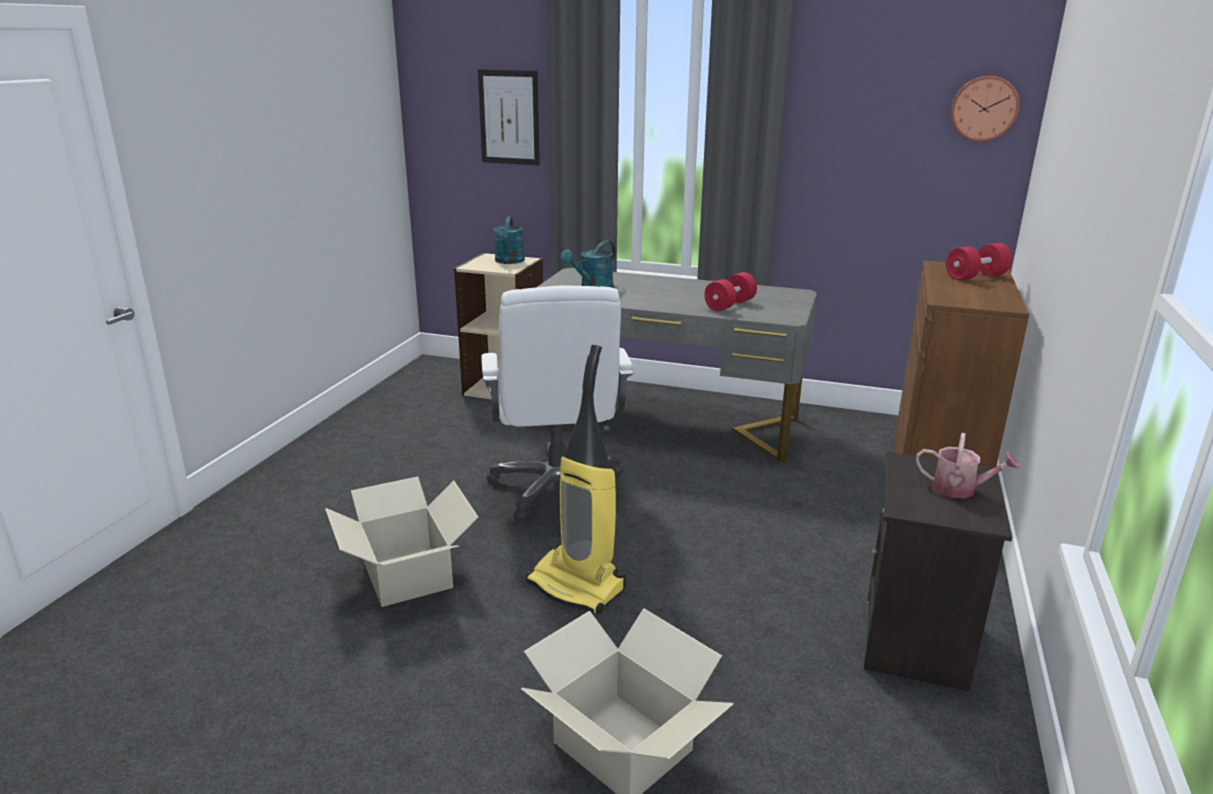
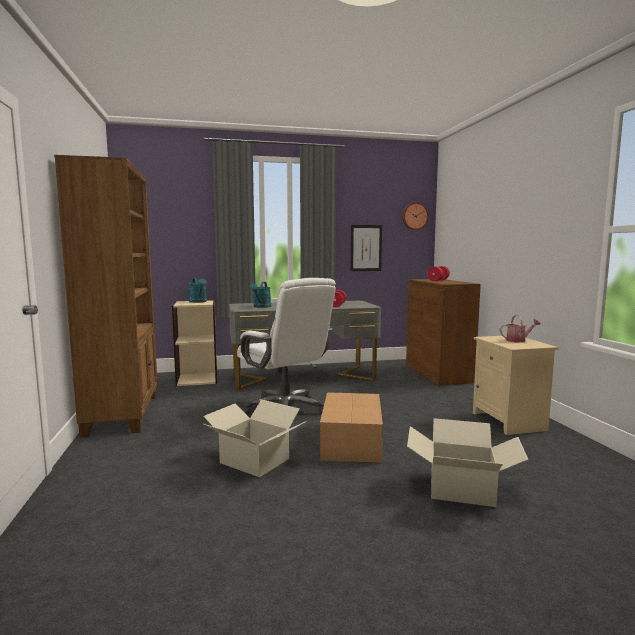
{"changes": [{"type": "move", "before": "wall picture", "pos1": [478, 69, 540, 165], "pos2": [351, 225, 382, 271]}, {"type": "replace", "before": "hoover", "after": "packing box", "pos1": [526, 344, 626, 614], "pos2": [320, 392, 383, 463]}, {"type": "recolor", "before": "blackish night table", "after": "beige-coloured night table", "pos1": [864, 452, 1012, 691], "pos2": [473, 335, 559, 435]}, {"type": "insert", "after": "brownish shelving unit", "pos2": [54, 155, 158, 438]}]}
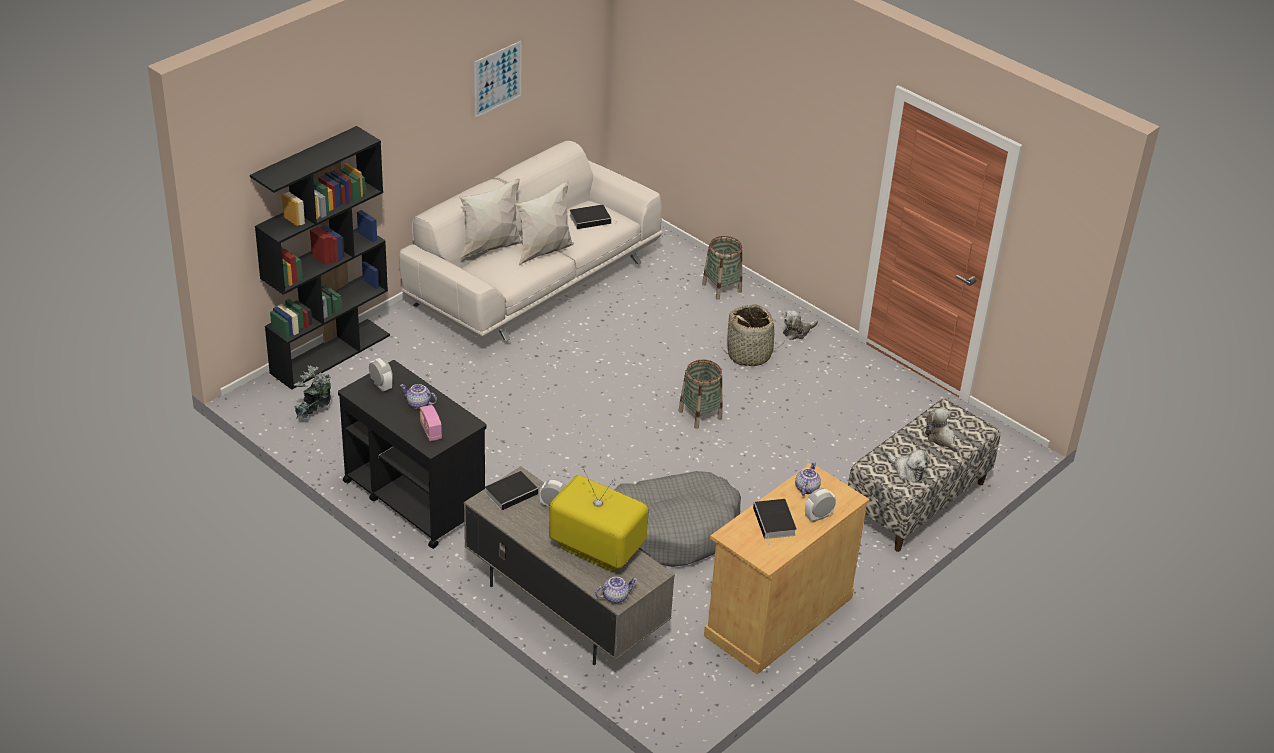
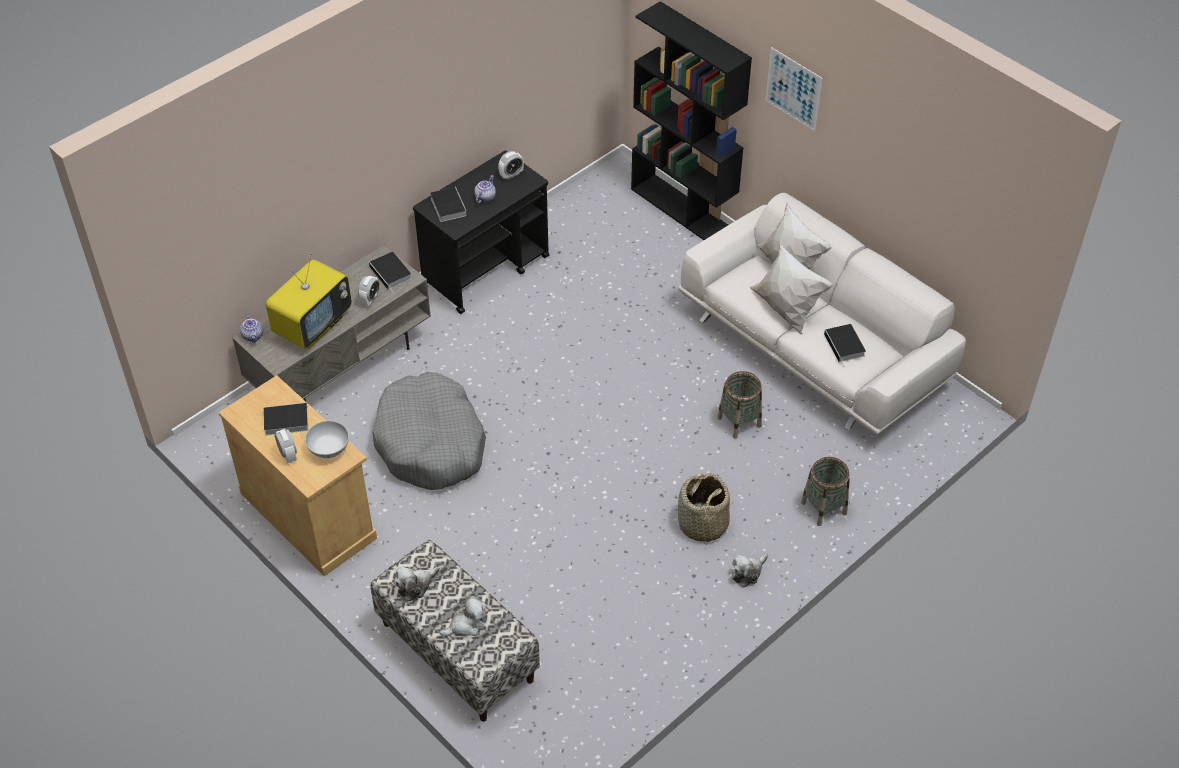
{"changes": [{"type": "delete", "before": "houseplant", "pos1": [294, 365, 331, 419]}, {"type": "replace", "before": "radio", "after": "book", "pos1": [420, 405, 442, 441], "pos2": [430, 187, 467, 222]}, {"type": "move", "before": "wall picture", "pos1": [474, 41, 522, 118], "pos2": [765, 47, 823, 131]}, {"type": "move", "before": "storage basket", "pos1": [678, 360, 723, 429], "pos2": [717, 371, 762, 439]}, {"type": "rotate", "before": "plush toy", "pos1": [783, 310, 818, 340], "pos2": [732, 554, 768, 588], "turn": -105}, {"type": "replace", "before": "teapot", "after": "white-coloured serving bowl", "pos1": [795, 462, 821, 496], "pos2": [305, 421, 349, 458]}]}
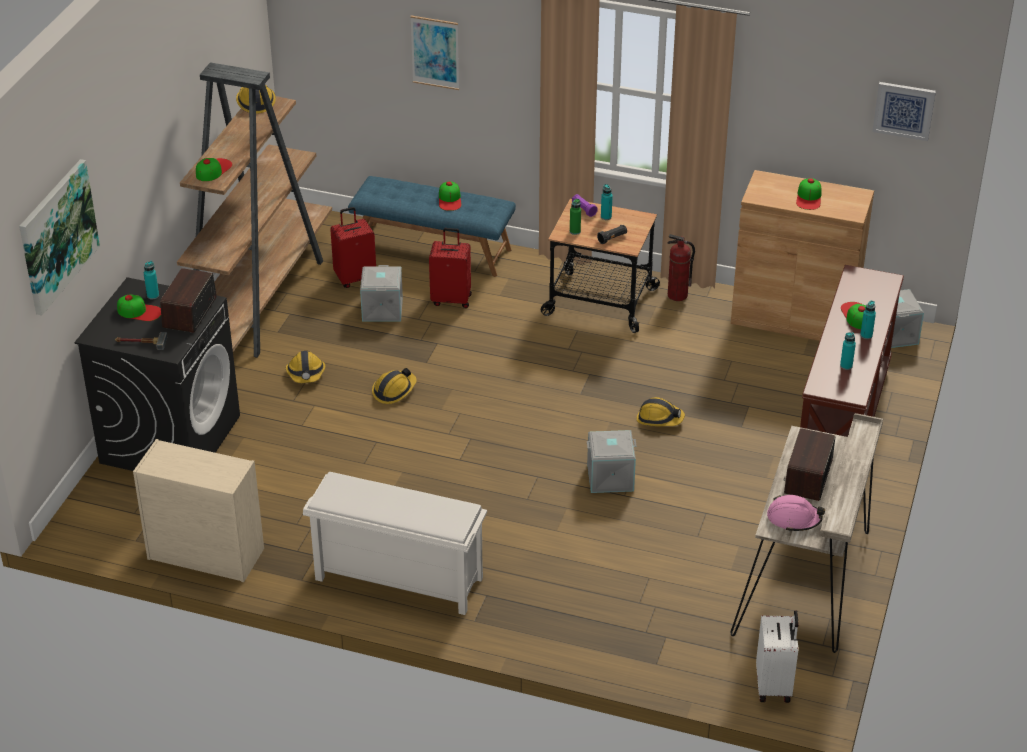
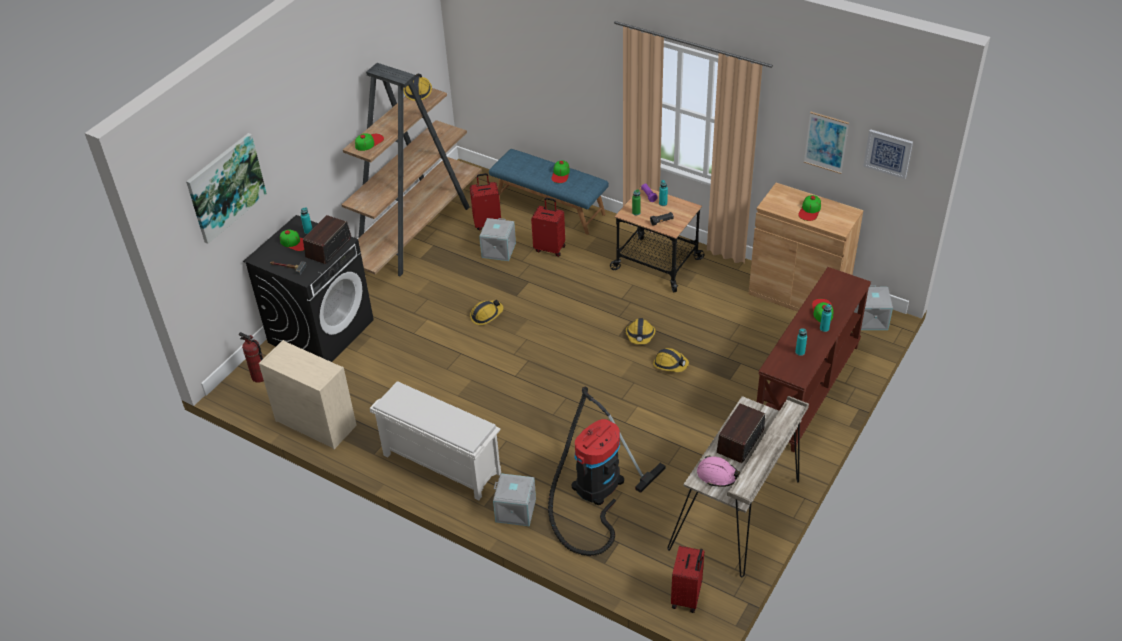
{"changes": [{"type": "move", "before": "safety helmet", "pos1": [286, 351, 325, 383], "pos2": [626, 318, 655, 344]}, {"type": "move", "before": "wall picture", "pos1": [410, 16, 459, 90], "pos2": [804, 112, 849, 174]}, {"type": "move", "before": "greyish storage bin", "pos1": [587, 430, 637, 493], "pos2": [493, 473, 536, 526]}, {"type": "move", "before": "fire extinguisher", "pos1": [667, 234, 695, 301], "pos2": [239, 332, 264, 383]}, {"type": "recolor", "before": "white-coloured suitcase", "after": "red suitcase", "pos1": [756, 610, 799, 703], "pos2": [671, 546, 704, 613]}, {"type": "insert", "after": "hoover", "pos2": [548, 386, 665, 556]}]}
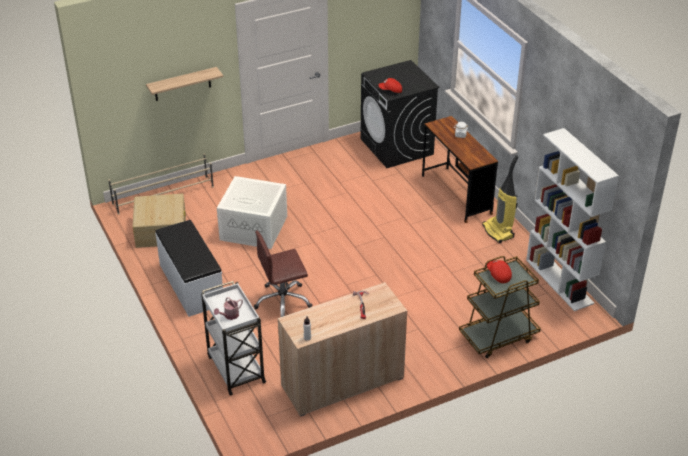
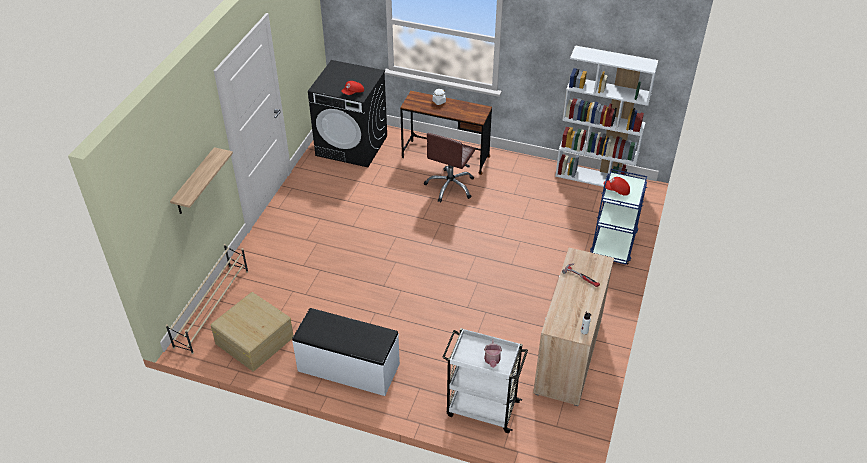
{"changes": [{"type": "delete", "before": "white-coloured storage bin", "pos1": [217, 176, 287, 249]}, {"type": "move", "before": "brownish desk chair", "pos1": [254, 231, 312, 317], "pos2": [424, 133, 475, 202]}, {"type": "recolor", "before": "brownish trolley", "after": "blue-coloured trolley", "pos1": [459, 256, 541, 358], "pos2": [590, 169, 647, 265]}, {"type": "delete", "before": "hoover", "pos1": [482, 155, 519, 243]}]}
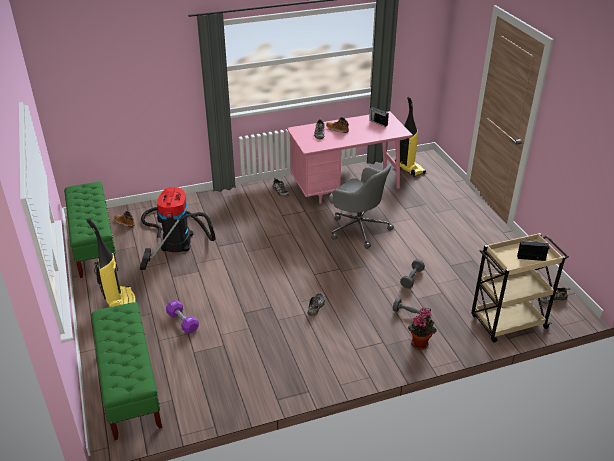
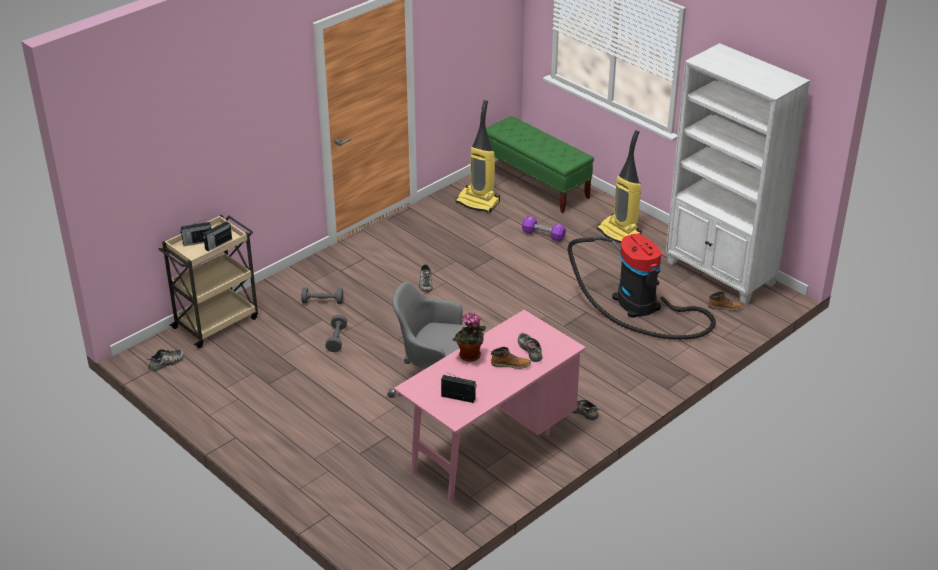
{"changes": [{"type": "replace", "before": "green indoor bench", "after": "white-coloured shelving unit", "pos1": [64, 182, 118, 278], "pos2": [666, 43, 810, 304]}, {"type": "move", "before": "hoover", "pos1": [395, 97, 426, 177], "pos2": [455, 100, 500, 213]}, {"type": "move", "before": "houseplant", "pos1": [408, 308, 437, 350], "pos2": [453, 312, 486, 362]}, {"type": "insert", "after": "radio", "pos2": [203, 219, 232, 252]}]}
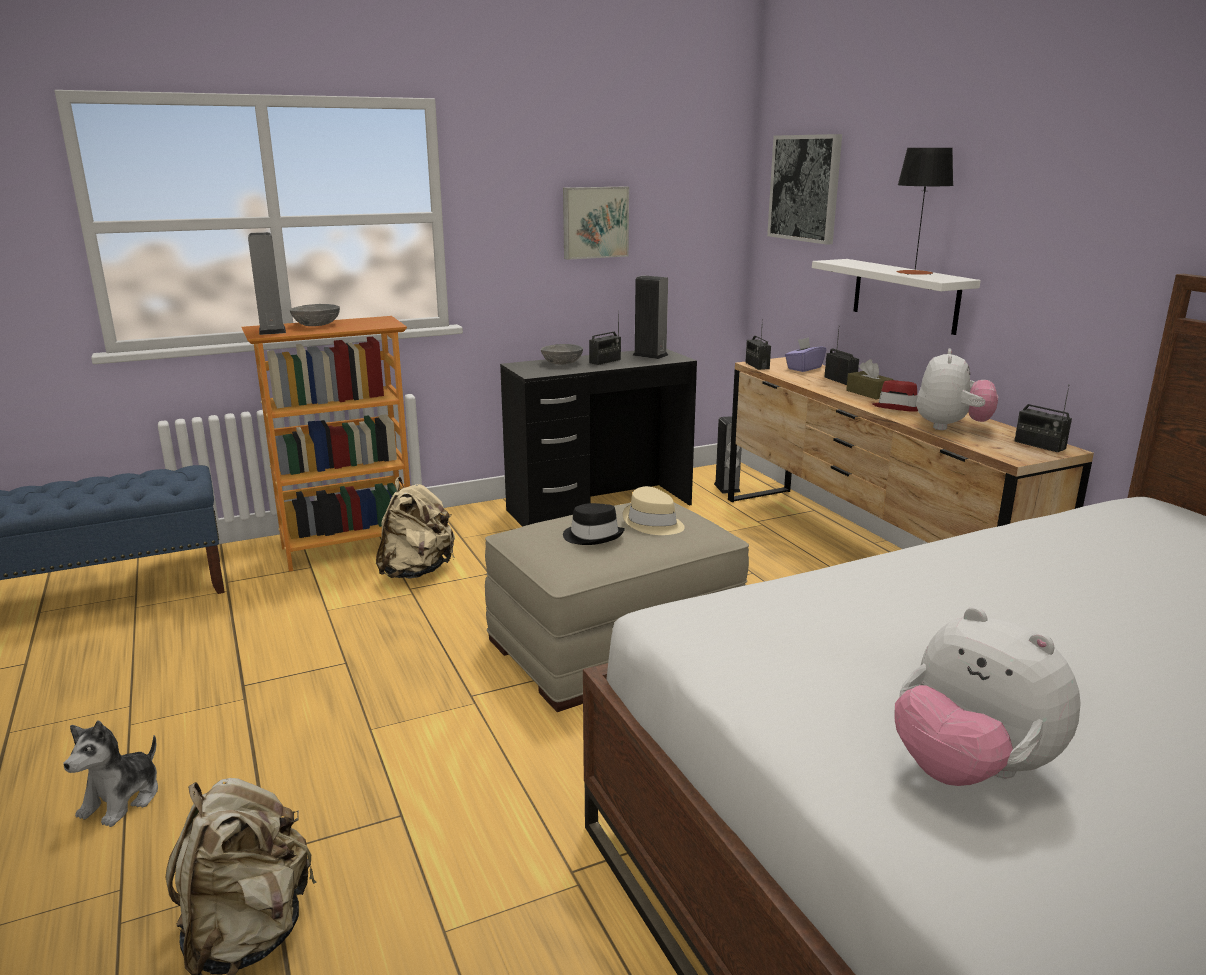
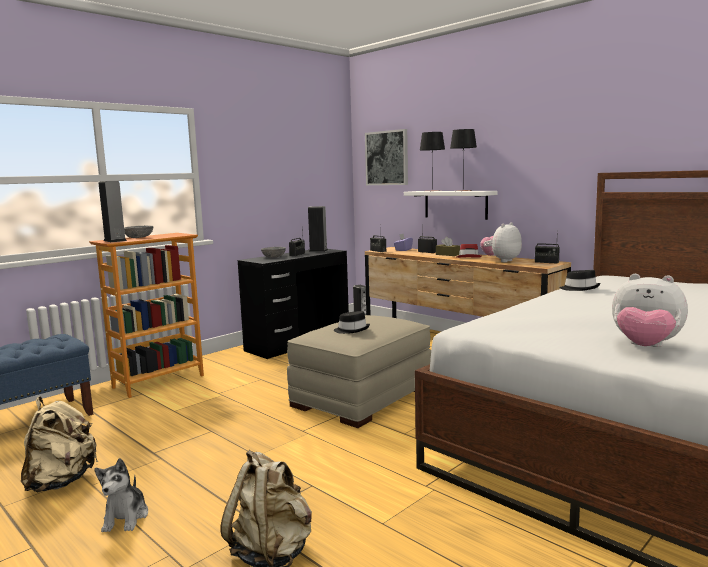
{"changes": [{"type": "move", "before": "beige-coloured rucksack", "pos1": [376, 477, 455, 579], "pos2": [21, 396, 98, 492]}, {"type": "delete", "before": "wall picture", "pos1": [563, 186, 629, 260]}, {"type": "delete", "before": "beige-coloured hat", "pos1": [623, 486, 685, 535]}, {"type": "rotate", "before": "plush toy", "pos1": [917, 348, 998, 430], "pos2": [480, 222, 522, 262], "turn": -135}, {"type": "insert", "after": "blackish table lamp", "pos2": [420, 132, 445, 191]}, {"type": "insert", "after": "blackish hat", "pos2": [560, 270, 600, 291]}]}
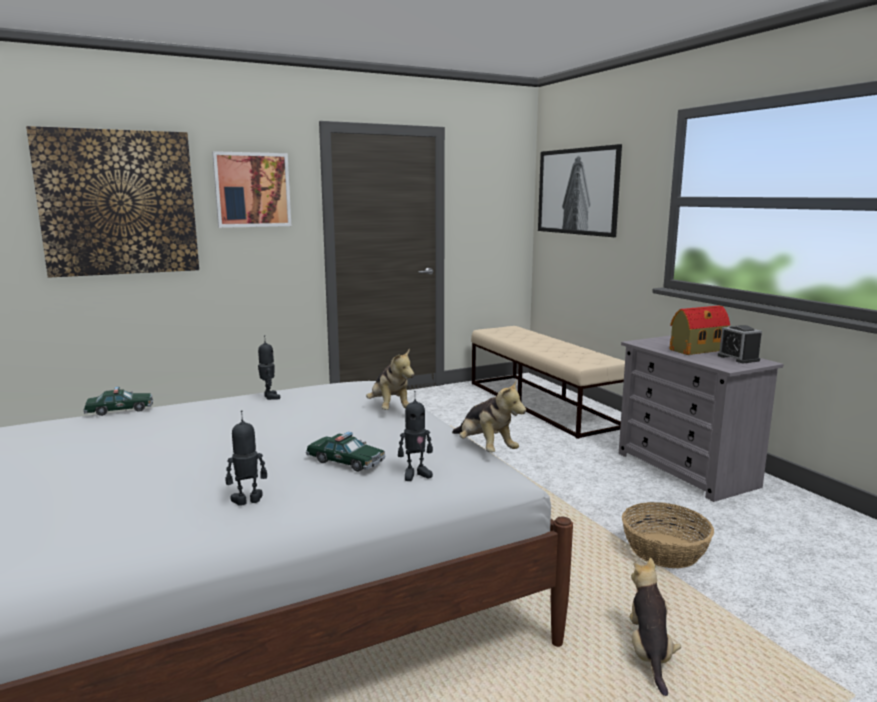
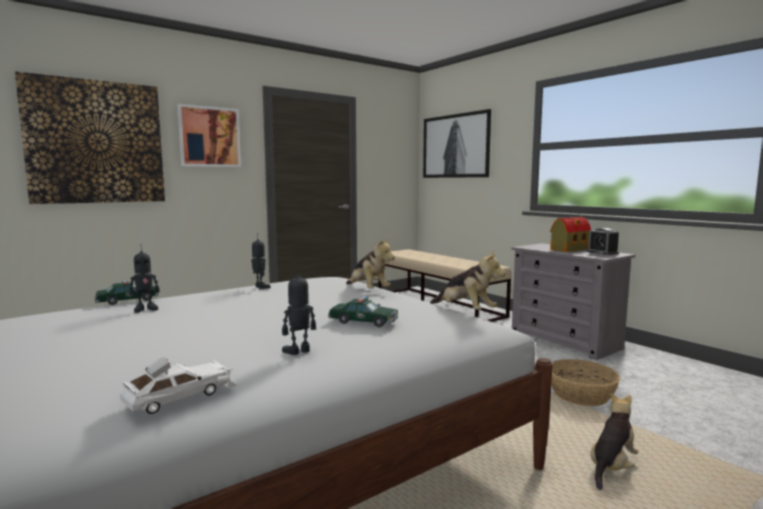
{"changes": [{"type": "move", "before": "robot figure", "pos1": [398, 391, 433, 481], "pos2": [129, 244, 160, 313]}, {"type": "rotate", "before": "plush toy", "pos1": [630, 558, 681, 696], "pos2": [590, 392, 638, 490], "turn": 45}, {"type": "insert", "after": "white-coloured model car", "pos2": [119, 357, 237, 414]}]}
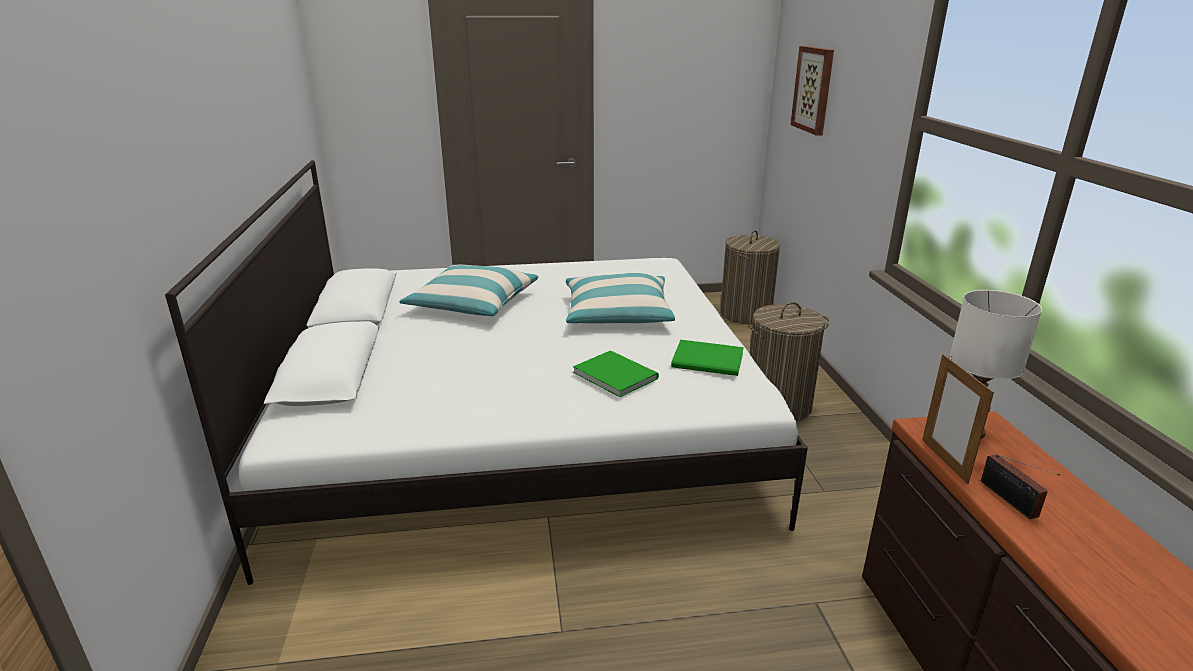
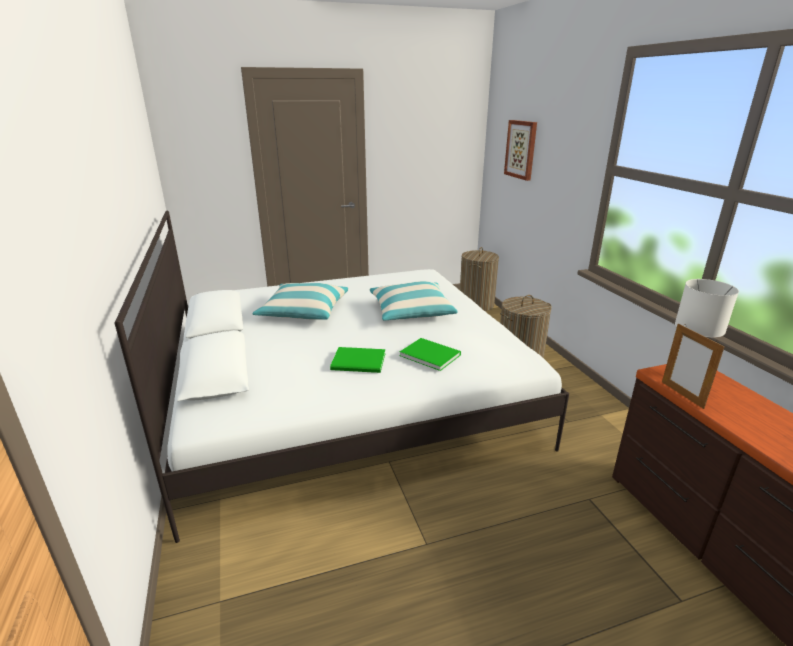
{"changes": [{"type": "move", "before": "green book", "pos1": [671, 340, 744, 376], "pos2": [330, 347, 385, 373]}, {"type": "delete", "before": "radio", "pos1": [981, 454, 1060, 519]}]}
